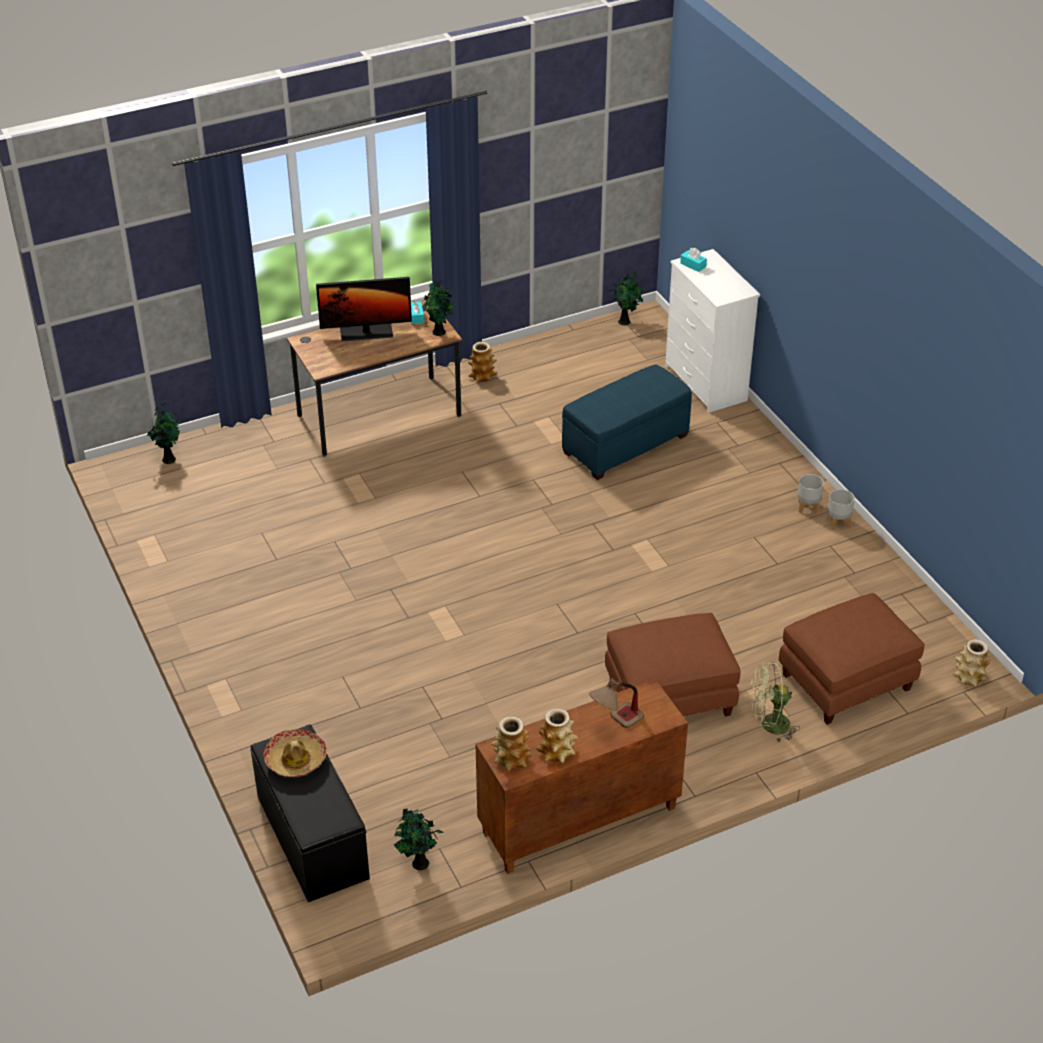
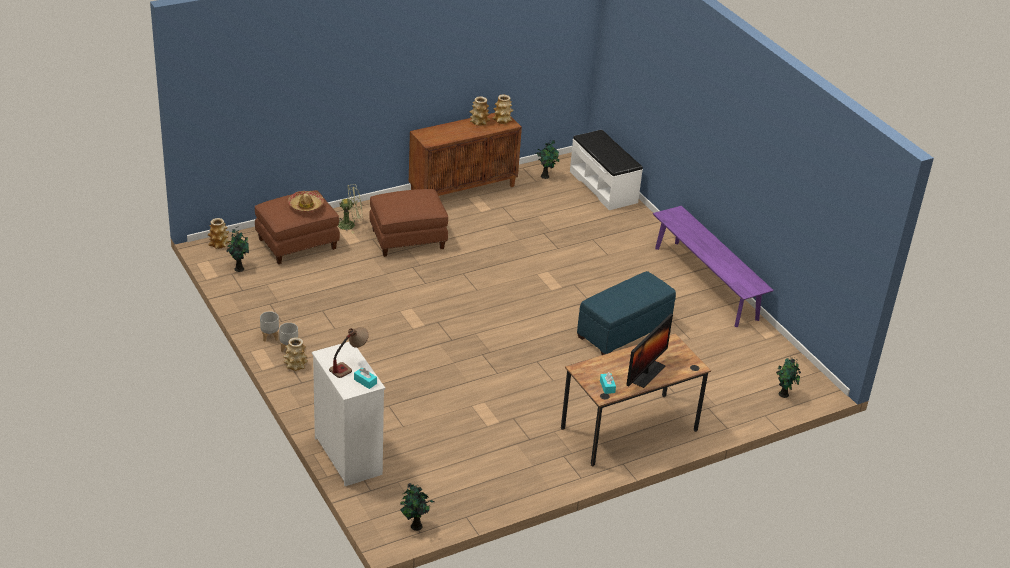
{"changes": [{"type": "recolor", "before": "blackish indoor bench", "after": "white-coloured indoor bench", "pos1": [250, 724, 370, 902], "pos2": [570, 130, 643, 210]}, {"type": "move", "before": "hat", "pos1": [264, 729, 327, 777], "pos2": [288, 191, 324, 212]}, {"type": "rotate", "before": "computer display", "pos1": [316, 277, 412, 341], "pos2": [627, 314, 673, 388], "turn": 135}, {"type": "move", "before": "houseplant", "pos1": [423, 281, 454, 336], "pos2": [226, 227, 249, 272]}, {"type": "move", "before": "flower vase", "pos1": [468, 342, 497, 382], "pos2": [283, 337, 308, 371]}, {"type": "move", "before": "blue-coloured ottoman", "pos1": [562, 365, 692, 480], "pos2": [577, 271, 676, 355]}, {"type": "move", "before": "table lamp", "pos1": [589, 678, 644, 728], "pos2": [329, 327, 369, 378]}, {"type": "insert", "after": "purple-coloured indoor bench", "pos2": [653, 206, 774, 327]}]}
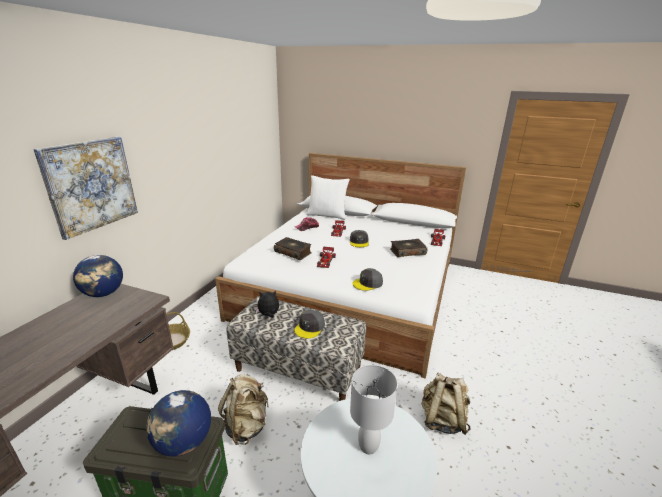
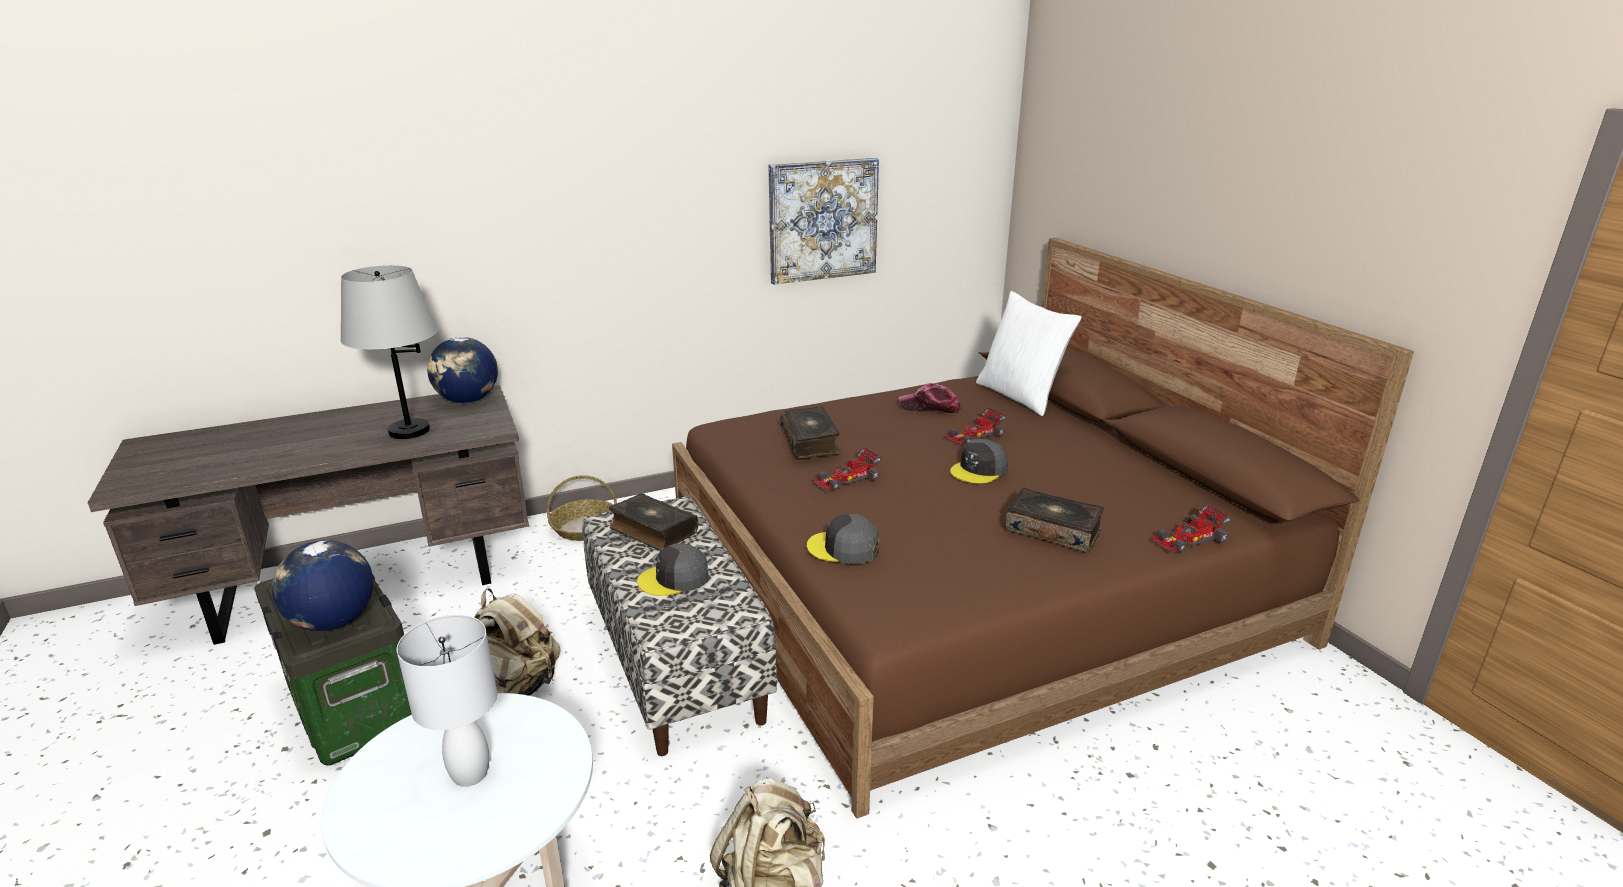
{"changes": [{"type": "move", "before": "wall picture", "pos1": [33, 137, 138, 240], "pos2": [769, 158, 879, 285]}, {"type": "recolor", "before": "white-coloured bedroom bed", "after": "brownish bedroom bed", "pos1": [215, 153, 466, 379], "pos2": [672, 238, 1414, 819]}, {"type": "replace", "before": "plush toy", "after": "book", "pos1": [255, 291, 279, 318], "pos2": [609, 493, 698, 551]}, {"type": "insert", "after": "greyish table lamp", "pos2": [341, 265, 437, 439]}]}
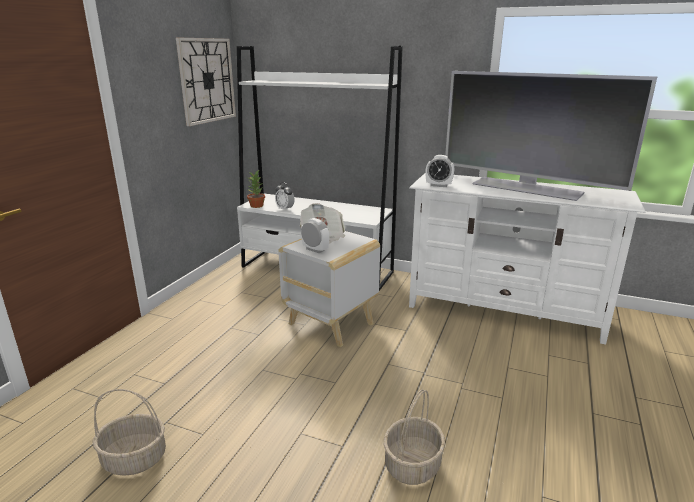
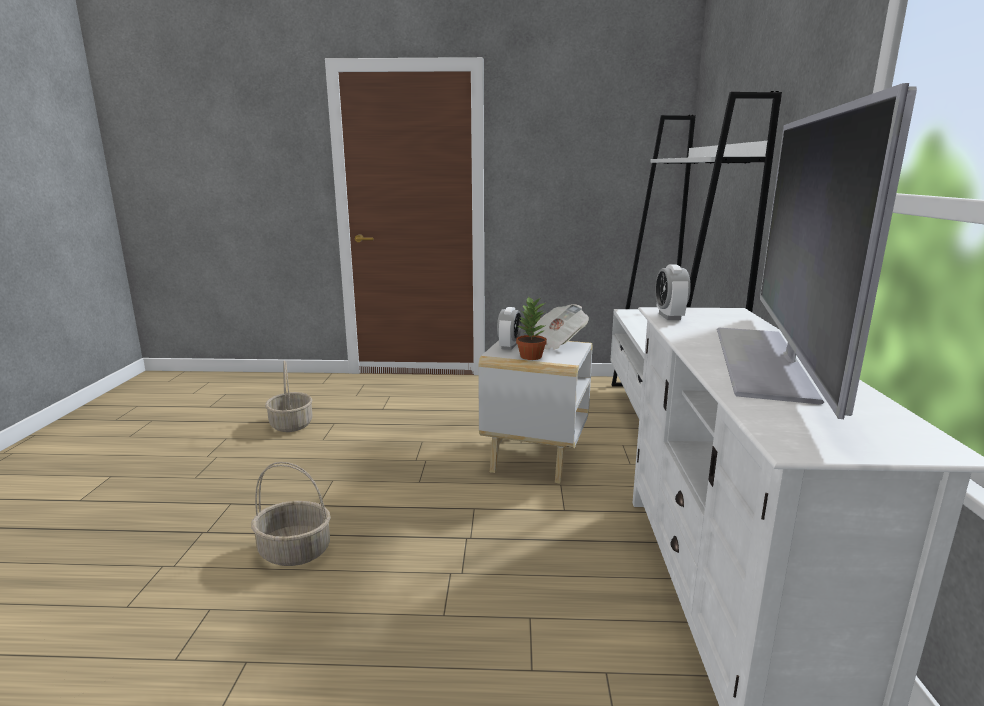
{"changes": [{"type": "delete", "before": "hanging clock", "pos1": [176, 37, 236, 126]}, {"type": "move", "before": "houseplant", "pos1": [247, 169, 265, 208], "pos2": [516, 296, 547, 360]}, {"type": "delete", "before": "bedside clock", "pos1": [275, 182, 295, 211]}]}
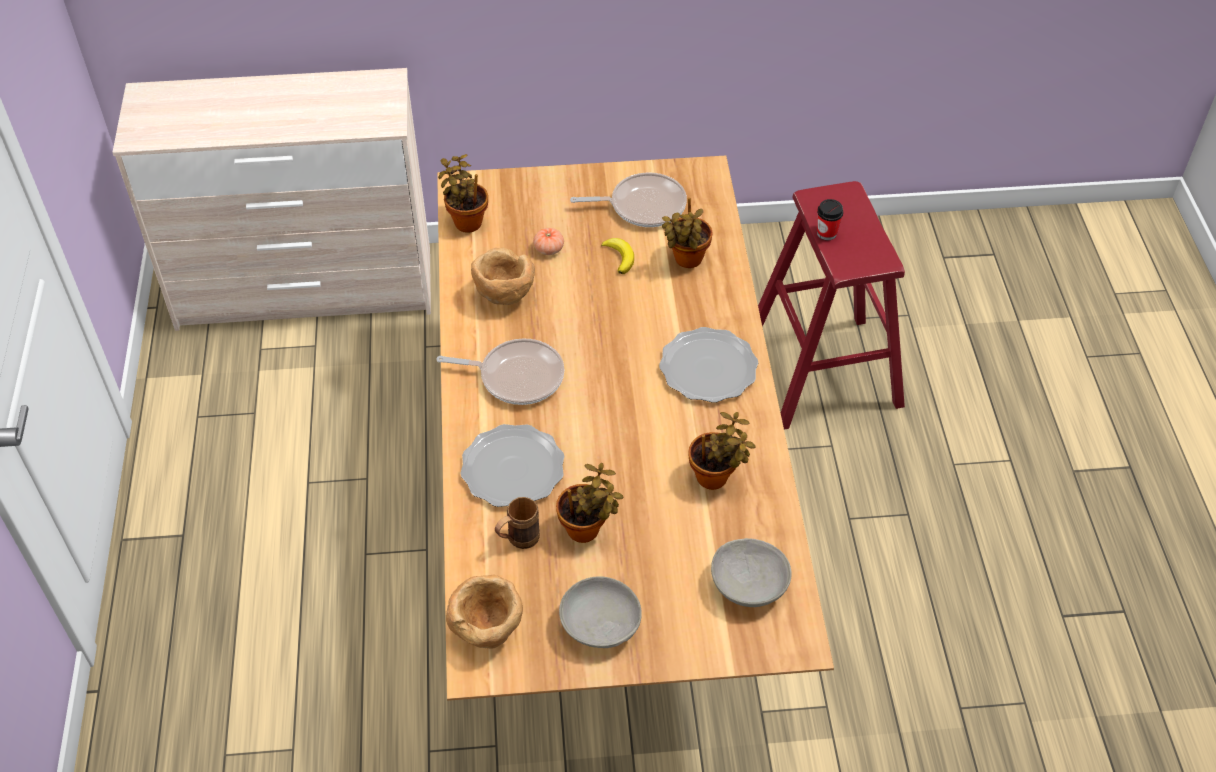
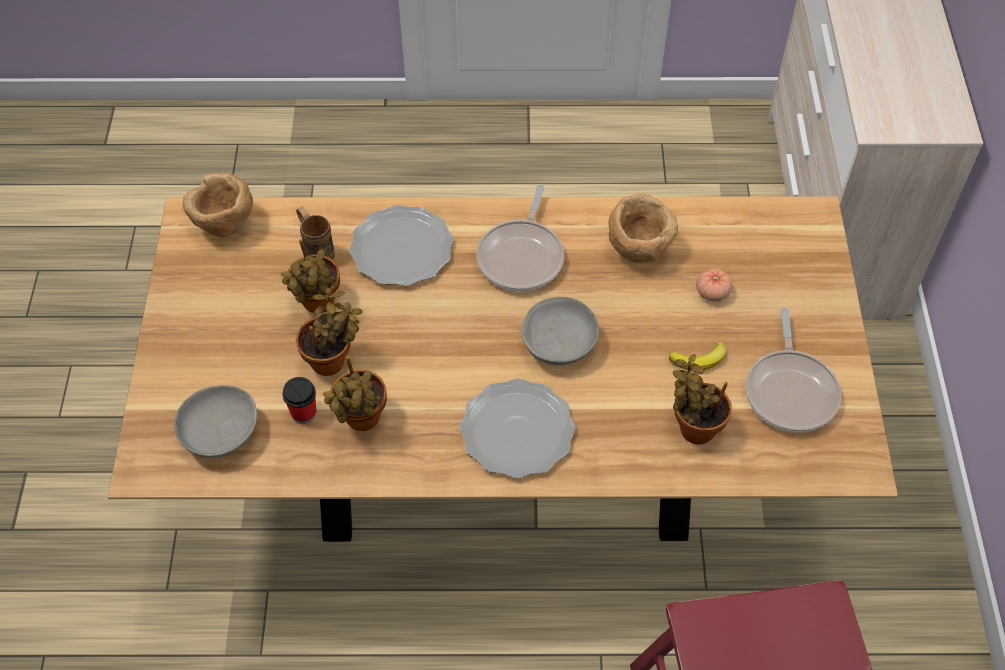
{"changes": [{"type": "move", "before": "houseplant", "pos1": [438, 154, 488, 233], "pos2": [296, 288, 363, 376]}, {"type": "move", "before": "greyish serving bowl", "pos1": [559, 576, 642, 648], "pos2": [522, 297, 599, 365]}, {"type": "move", "before": "drinking cup", "pos1": [817, 199, 844, 240], "pos2": [282, 377, 316, 424]}]}
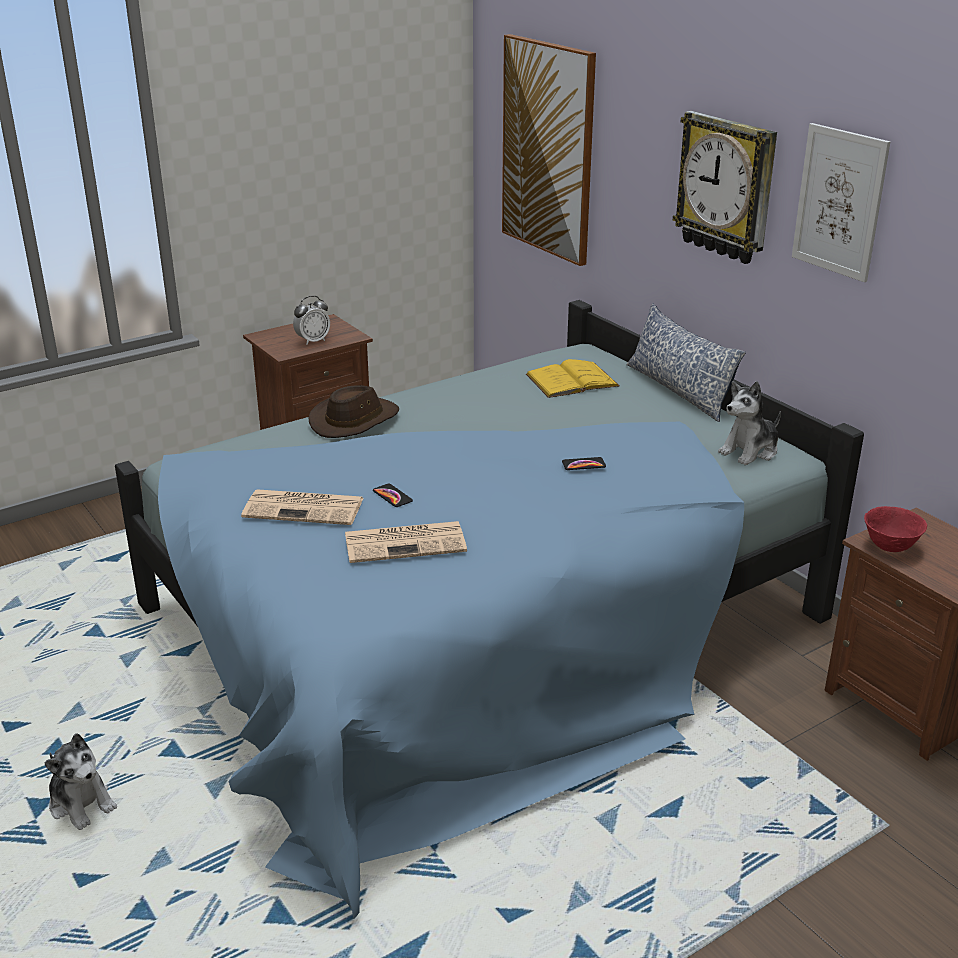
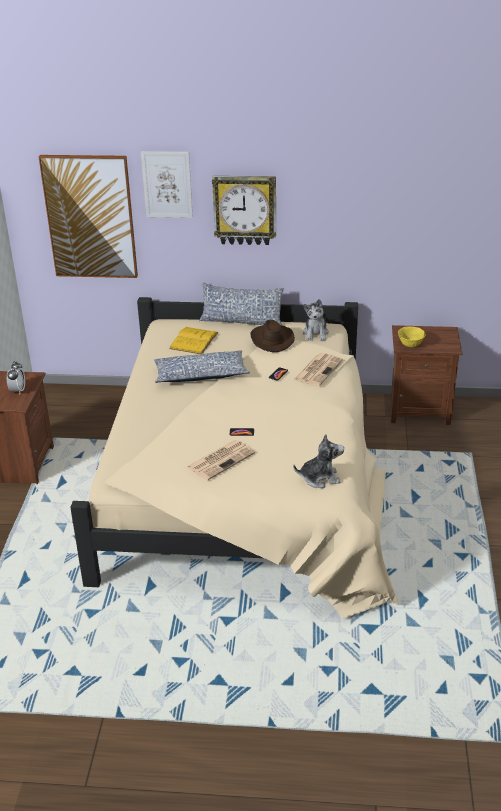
{"changes": [{"type": "move", "before": "plush toy", "pos1": [44, 733, 117, 830], "pos2": [293, 434, 344, 488]}, {"type": "recolor", "before": "blue-coloured bedroom bed", "after": "beige-coloured bedroom bed", "pos1": [115, 300, 864, 920], "pos2": [70, 297, 398, 618]}, {"type": "move", "before": "brownish hat", "pos1": [308, 385, 399, 438], "pos2": [250, 320, 295, 352]}, {"type": "move", "before": "newspaper", "pos1": [345, 521, 467, 563], "pos2": [294, 353, 343, 386]}, {"type": "move", "before": "wall picture", "pos1": [792, 123, 890, 282], "pos2": [141, 151, 193, 218]}, {"type": "recolor", "before": "red serving bowl", "after": "yellowish serving bowl", "pos1": [864, 506, 927, 552], "pos2": [398, 326, 426, 347]}, {"type": "insert", "after": "pillow", "pos2": [154, 350, 250, 383]}]}
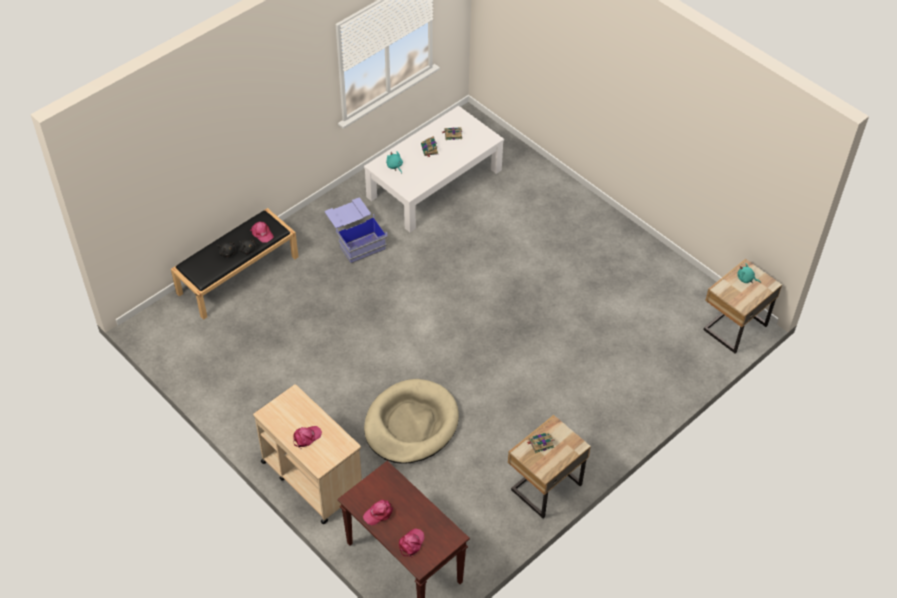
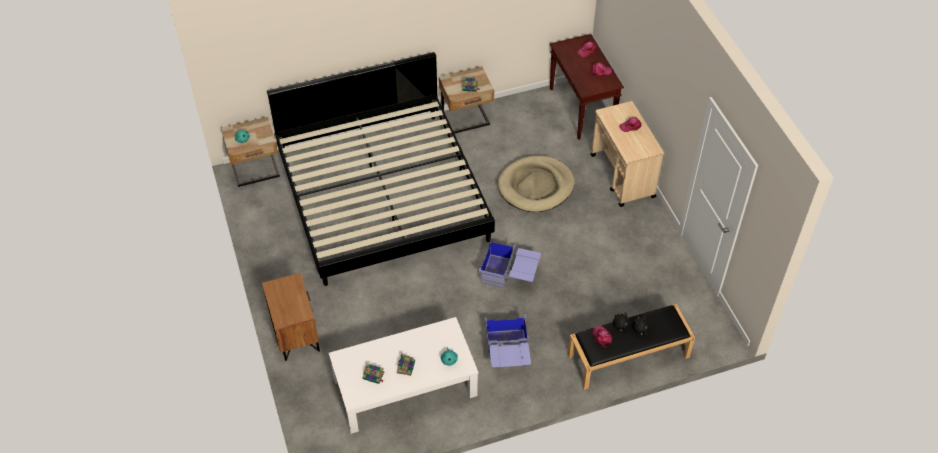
{"changes": [{"type": "insert", "after": "brownish night table", "pos2": [262, 273, 320, 361]}, {"type": "insert", "after": "bedroom bed", "pos2": [267, 52, 495, 286]}, {"type": "insert", "after": "blue-coloured storage bin", "pos2": [479, 239, 541, 288]}]}
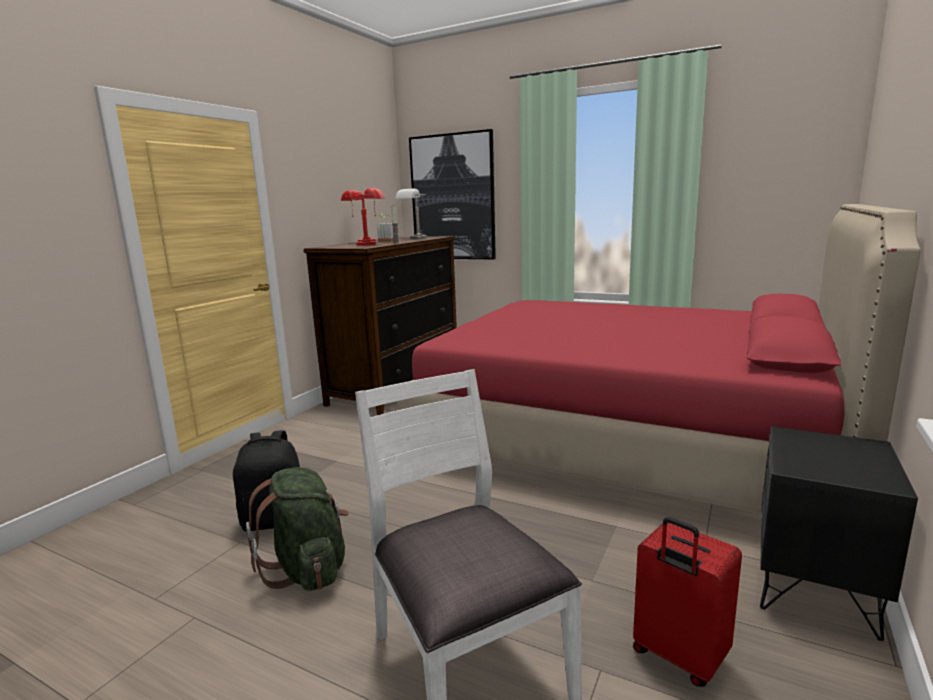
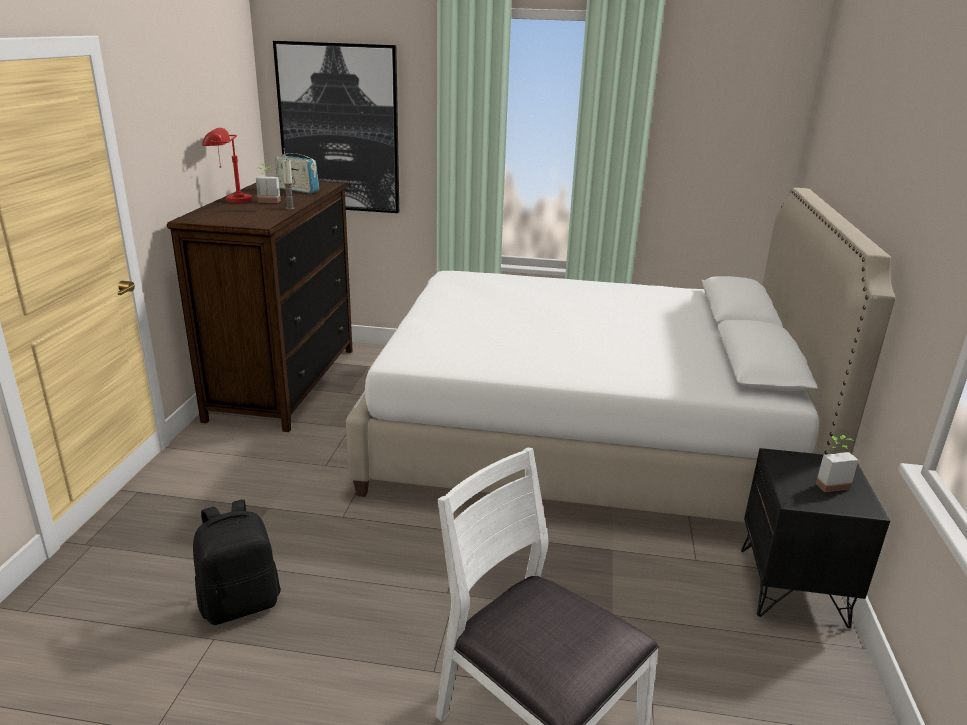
{"changes": [{"type": "delete", "before": "green rucksack", "pos1": [246, 467, 349, 591]}, {"type": "delete", "before": "red table lamp", "pos1": [356, 188, 385, 246]}, {"type": "replace", "before": "greyish table lamp", "after": "radio", "pos1": [395, 189, 427, 239], "pos2": [276, 148, 319, 194]}, {"type": "recolor", "before": "red bedroom bed", "after": "white-coloured bedroom bed", "pos1": [397, 204, 920, 513], "pos2": [346, 188, 895, 522]}, {"type": "delete", "before": "red suitcase", "pos1": [633, 517, 742, 687]}, {"type": "insert", "after": "houseplant", "pos2": [816, 435, 858, 492]}]}
